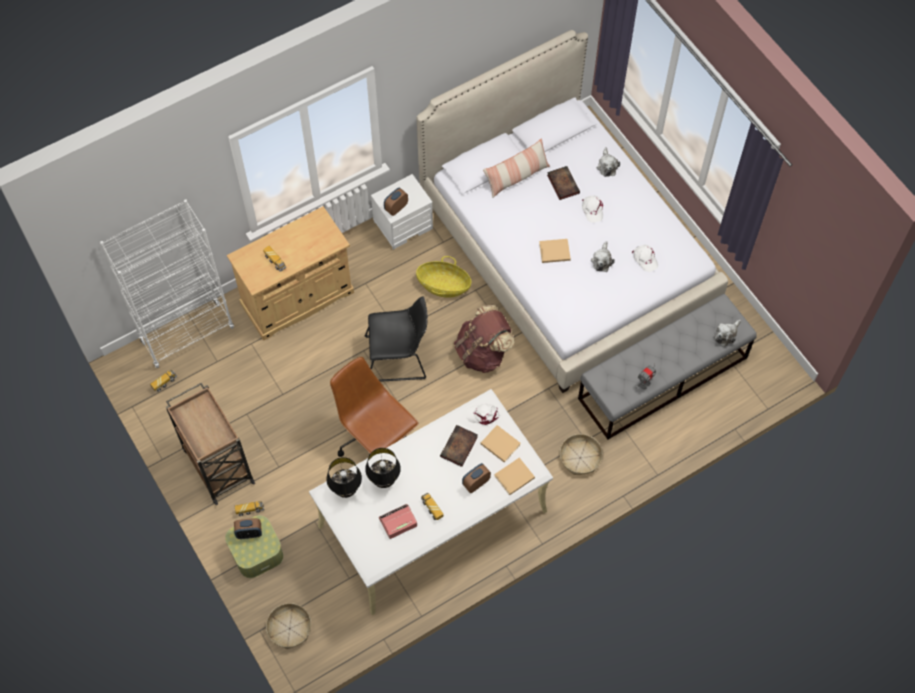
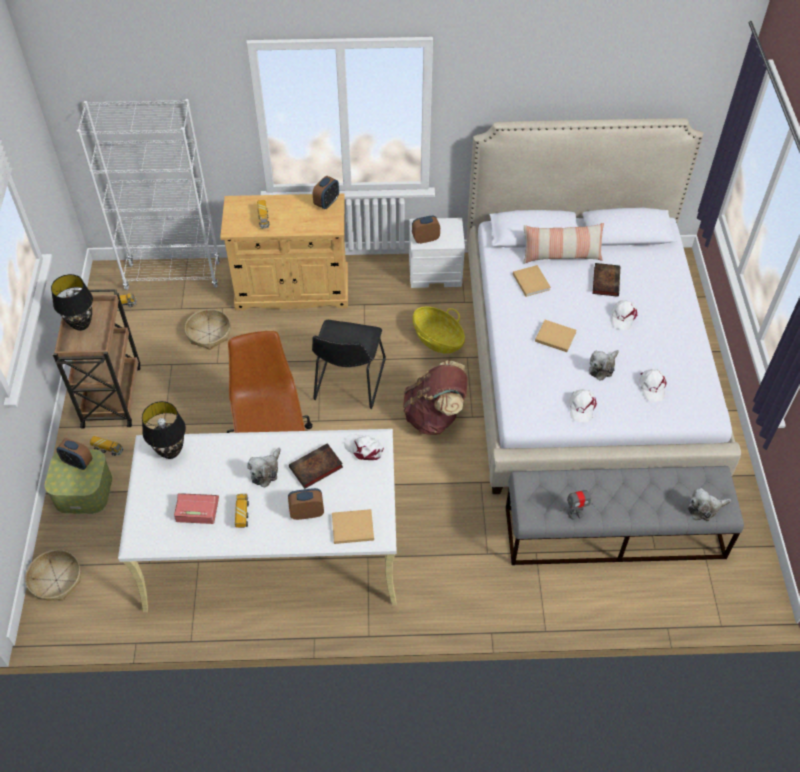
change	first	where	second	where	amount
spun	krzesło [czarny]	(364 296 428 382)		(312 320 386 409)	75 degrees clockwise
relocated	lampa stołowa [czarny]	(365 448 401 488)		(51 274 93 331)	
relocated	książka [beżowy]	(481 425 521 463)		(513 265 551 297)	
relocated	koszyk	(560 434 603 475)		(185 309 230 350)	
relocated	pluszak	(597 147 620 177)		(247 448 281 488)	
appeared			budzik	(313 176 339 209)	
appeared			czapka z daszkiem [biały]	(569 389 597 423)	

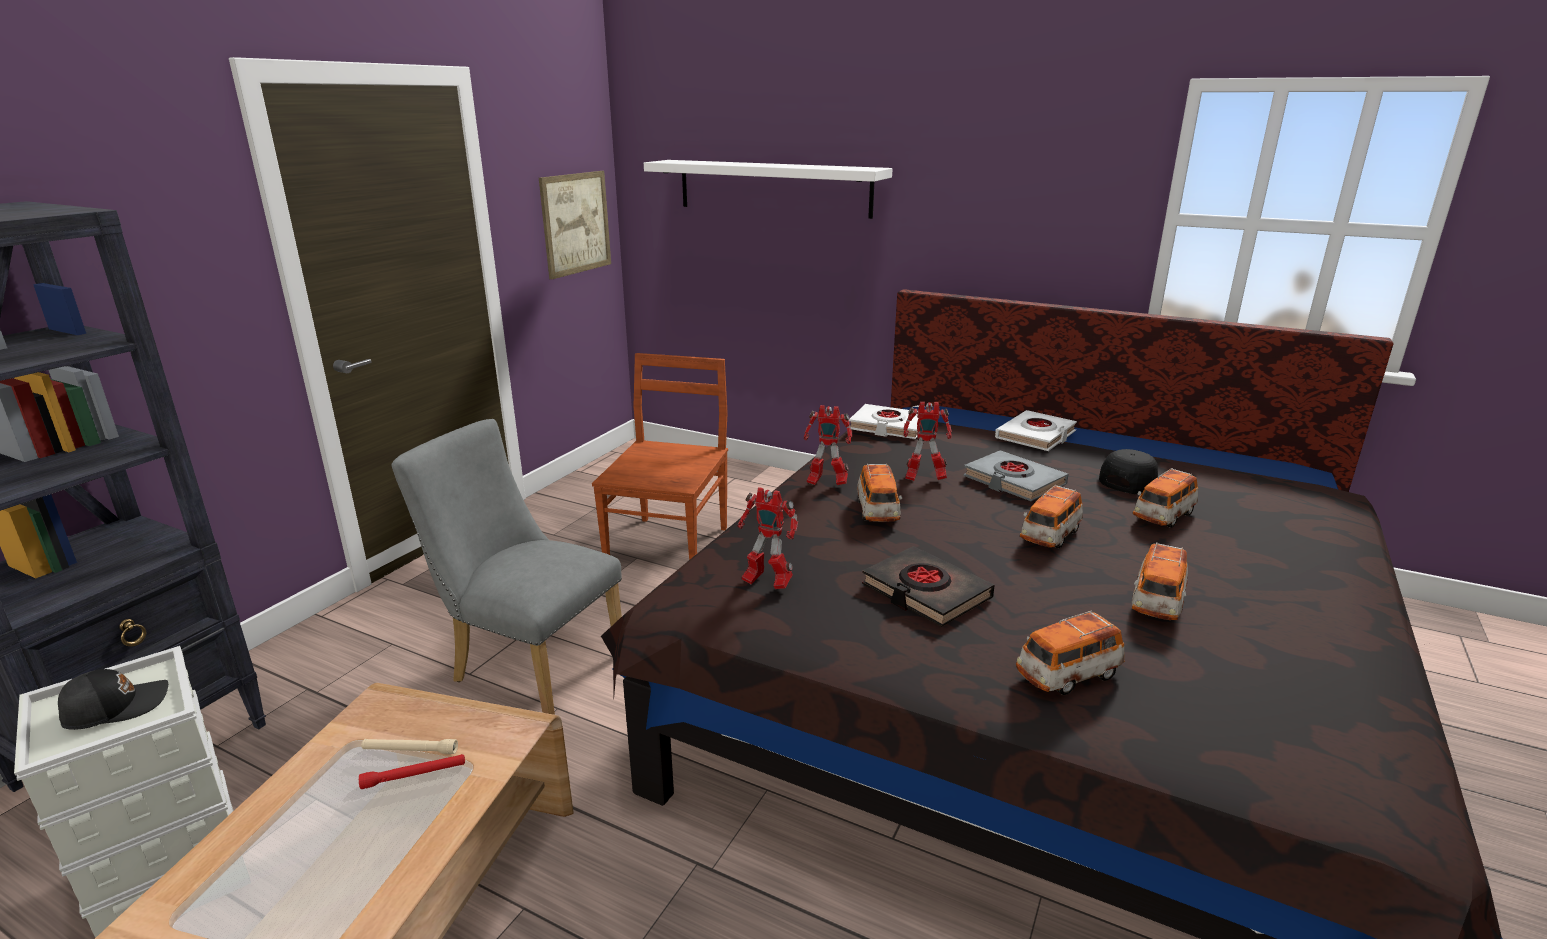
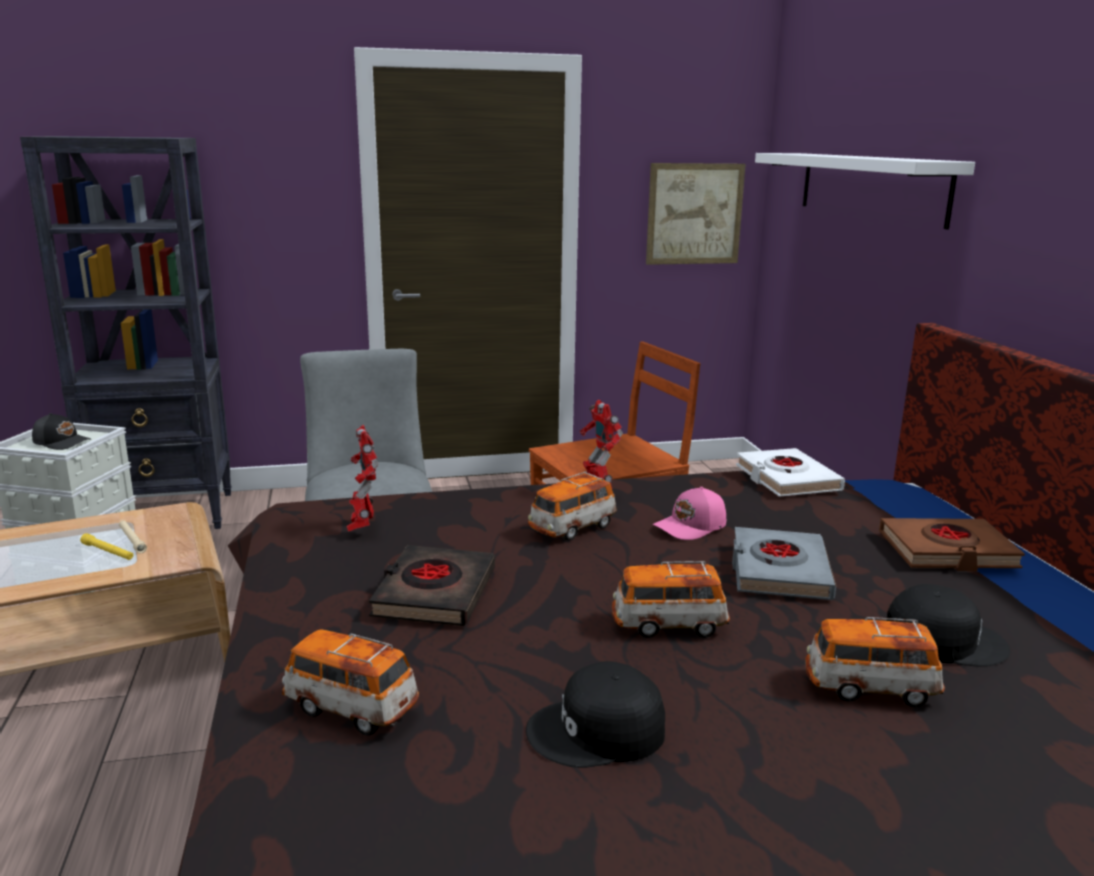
change	first	where	second	where	amount
colour	latarka [czerwony]	(359 754 465 789)	latarka [żółty]	(80 533 133 560)	
exchanged	robot zabawkowy	(903 402 952 481)	czapka z daszkiem [różowy]	(653 487 726 540)	
colour	książka [biały]	(995 410 1077 451)	książka [brązowy]	(879 518 1025 571)	
exchanged	samochodzik	(1132 543 1188 620)	czapka z daszkiem [czarny]	(526 661 665 768)	

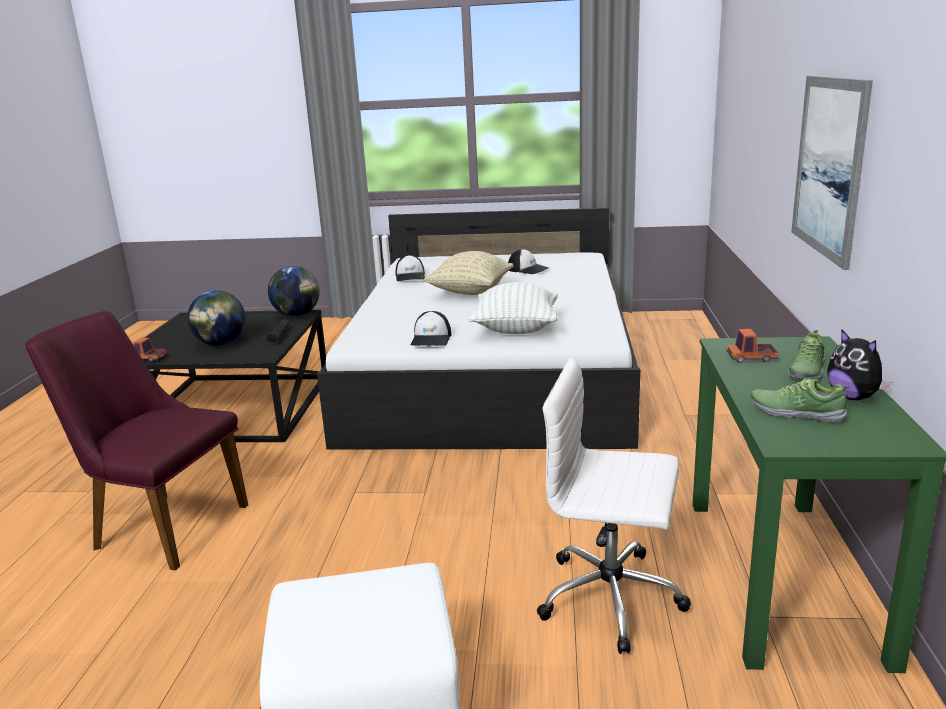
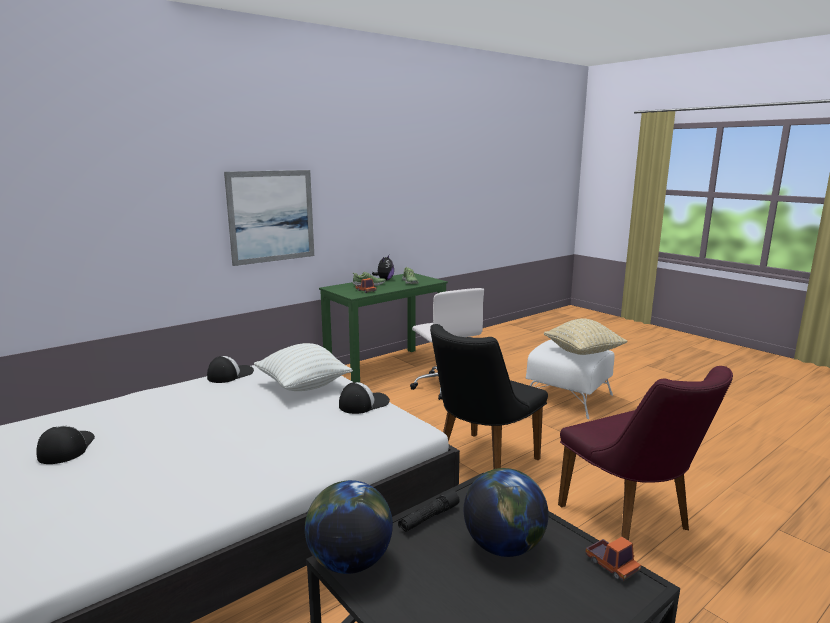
change	first	where	second	where	amount
relocated	czapka z daszkiem	(395 255 425 281)		(207 356 254 383)	
relocated	poduszka [beżowy]	(424 251 513 295)		(544 318 628 355)	
appeared			krzesło [czarny]	(430 324 548 469)	

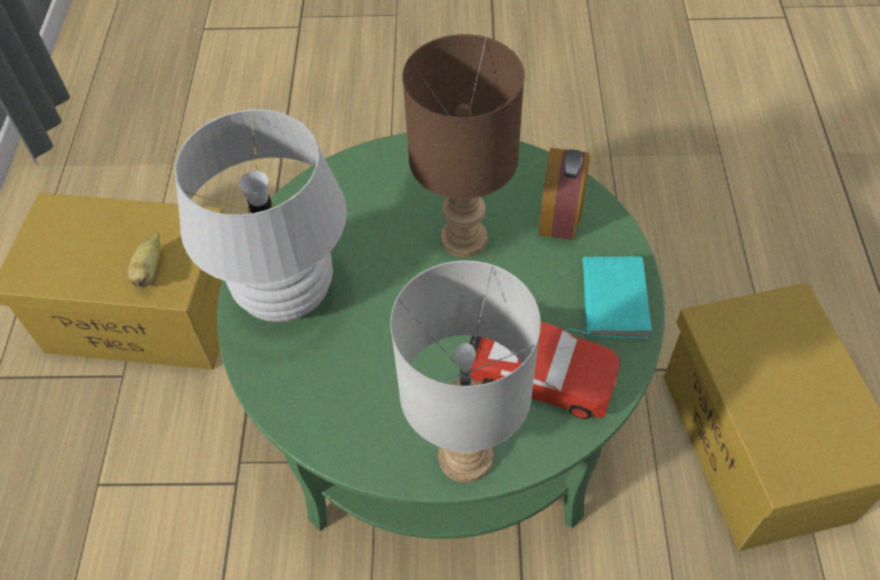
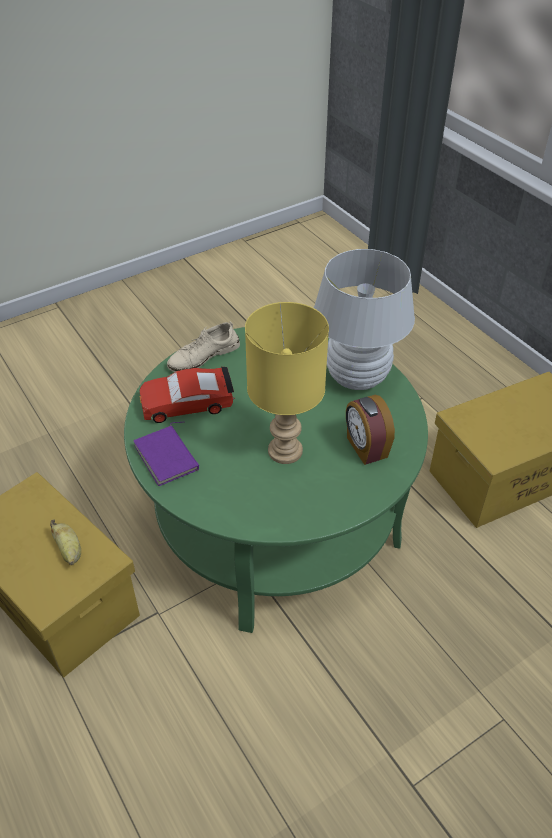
change	first	where	second	where	amount
relocated	banan	(128 233 161 288)		(50 520 81 565)	
exchanged	lampa stołowa [szary]	(390 260 541 483)	but [beżowy]	(167 321 240 372)	
colour	lampa stołowa [brązowy]	(402 34 524 257)	lampa stołowa [żółty]	(245 302 329 464)	
relocated	budzik	(539 148 590 240)		(346 395 395 465)	
colour	książka [turkusowy]	(566 256 652 339)	książka [fioletowy]	(133 422 199 486)	

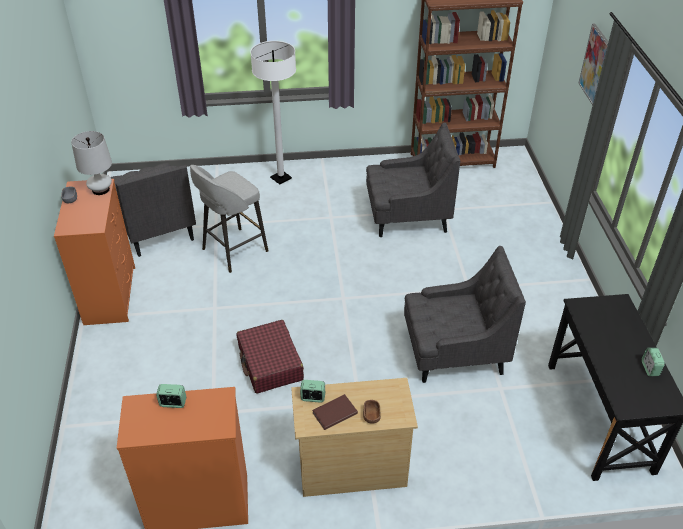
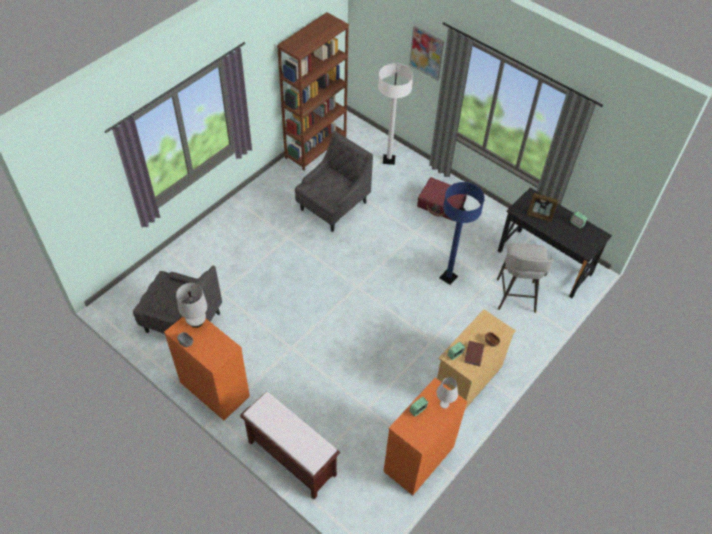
change	first	where	second	where	amount
relocated	stołek [szary]	(190 165 269 273)		(497 243 553 313)	
relocated	walizka [czerwony]	(237 320 304 394)		(417 177 467 221)	
relocated	lampa stojąca [biały]	(250 41 296 184)		(378 63 413 165)	
exchanged	fotel [szary]	(404 246 526 383)	lampa stojąca [niebieski]	(439 182 485 285)	
appeared			ławka [brązowy]	(240 391 340 499)	
appeared			lampa stołowa [biały]	(436 377 458 409)	
appeared			ramka na zdjęcie	(527 193 559 222)	

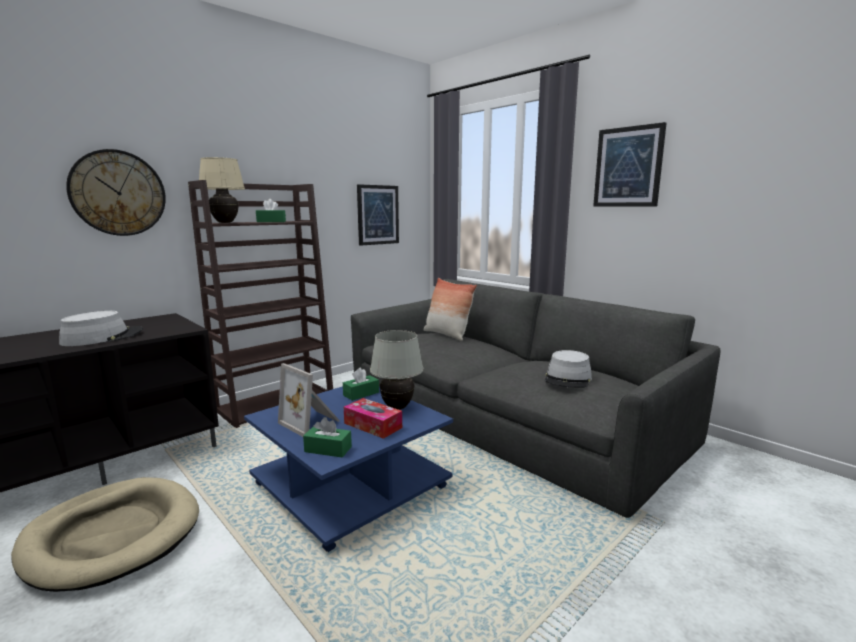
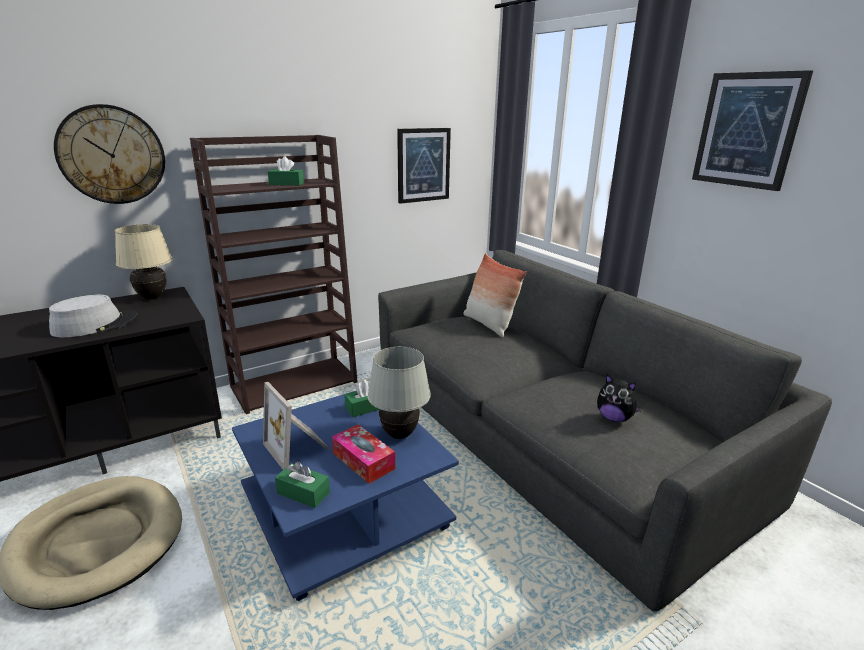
change	first	where	second	where	amount
relocated	lampa stołowa [beżowy]	(199 157 245 223)		(115 224 172 299)	
exchanged	kapelusz [szary]	(545 350 592 388)	pluszak	(597 375 642 422)	

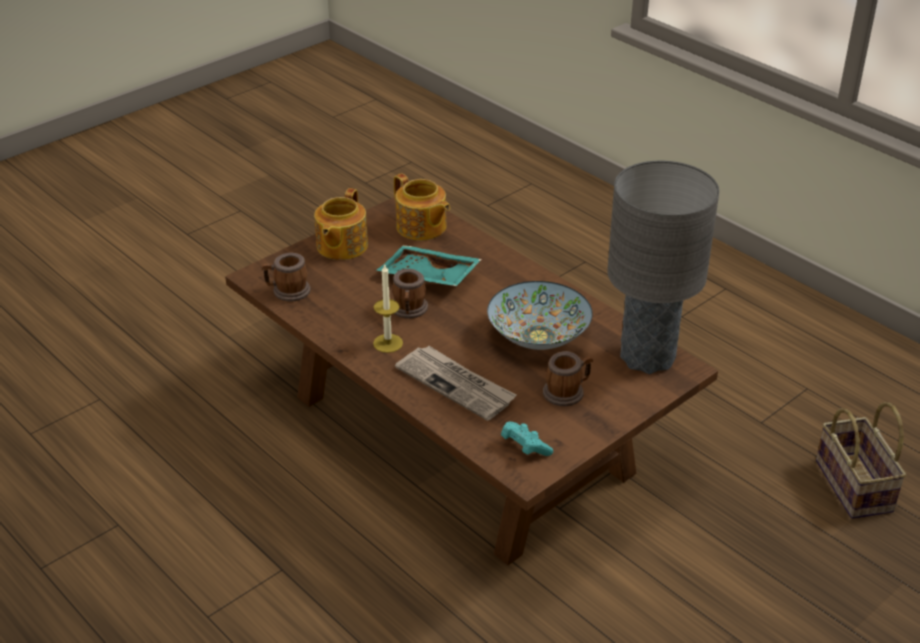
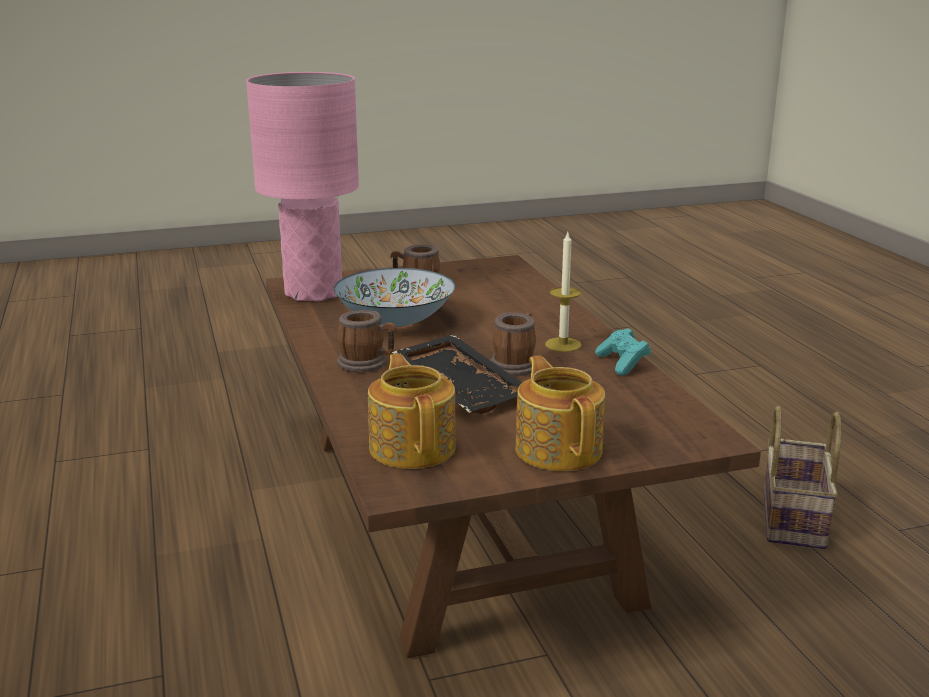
change	first	where	second	where	amount
relocated	kubek	(261 253 311 301)		(337 310 396 373)	
spun	imbryk	(314 188 368 260)		(515 355 605 471)	60 degrees counterclockwise
colour	taca [turkusowy]	(377 245 482 286)	taca [czarny]	(392 334 522 414)	
missing	gazeta	(395 346 517 421)			
relocated	pad do gier [turkusowy]	(501 422 553 456)		(595 328 651 376)	
colour	lampa stołowa [szary]	(607 161 719 374)	lampa stołowa [różowy]	(246 72 359 302)	
relocated	koszyk	(816 402 906 519)		(764 406 841 549)	

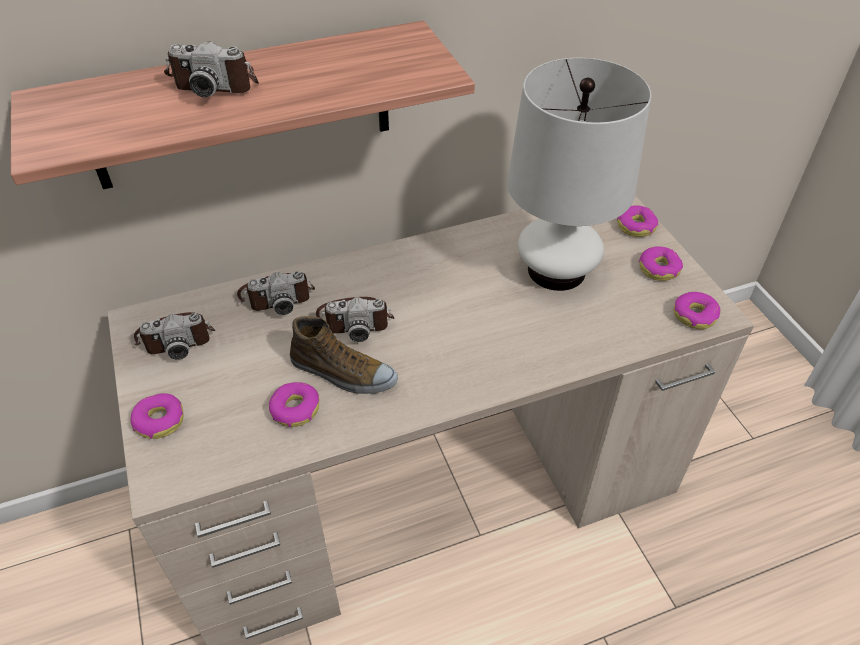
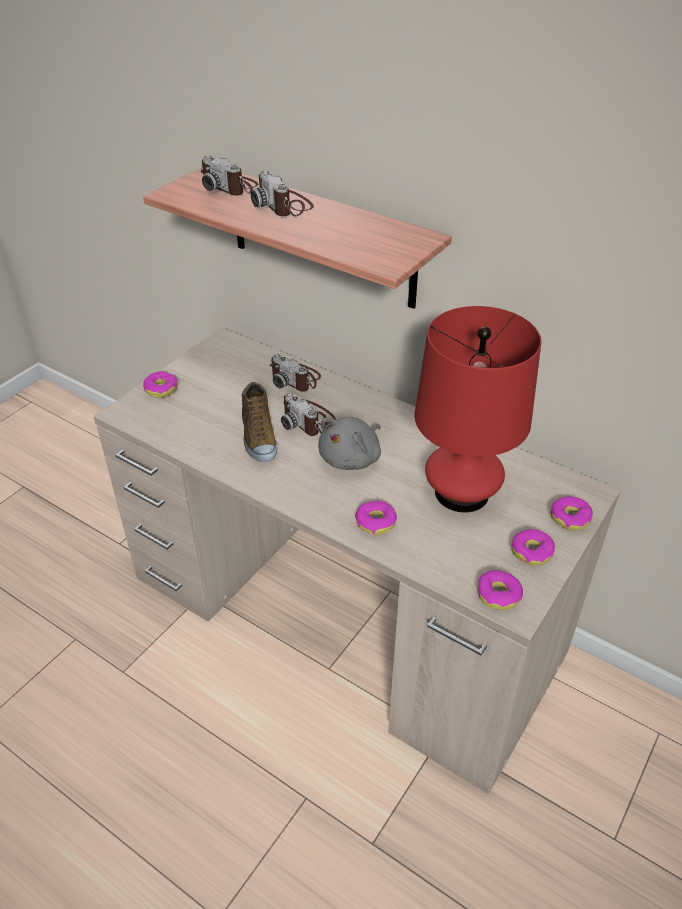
change	first	where	second	where	amount
relocated	aparat fotograficzny	(134 312 215 359)		(201 155 258 196)	
relocated	donut	(269 382 319 427)		(355 501 397 535)	
colour	lampa stołowa [biały]	(507 58 652 291)	lampa stołowa [czerwony]	(415 306 541 513)	
appeared			pluszak [szary]	(318 417 381 470)	

